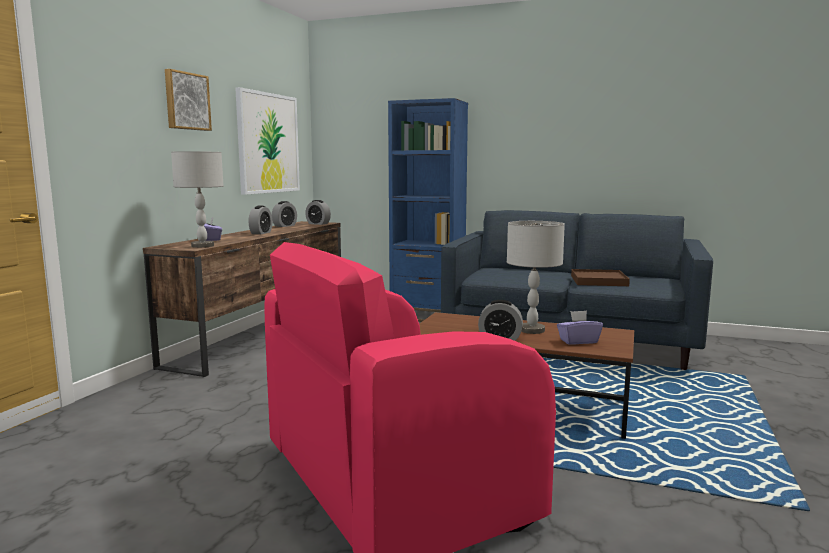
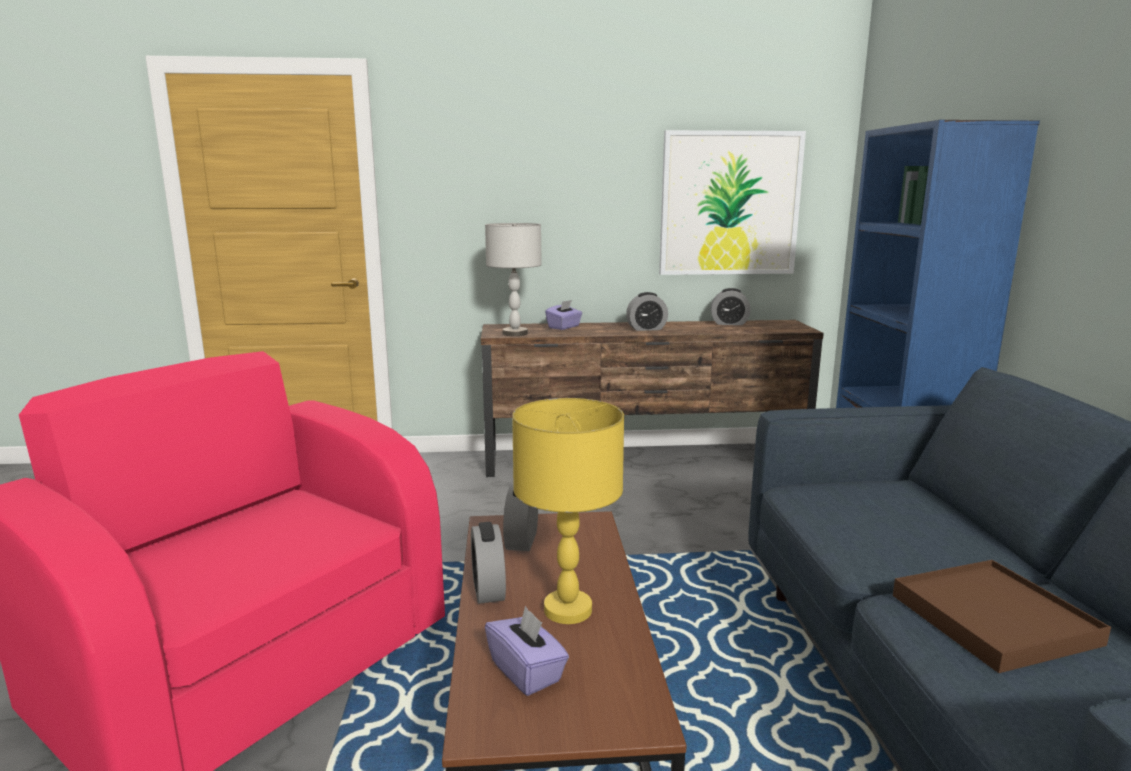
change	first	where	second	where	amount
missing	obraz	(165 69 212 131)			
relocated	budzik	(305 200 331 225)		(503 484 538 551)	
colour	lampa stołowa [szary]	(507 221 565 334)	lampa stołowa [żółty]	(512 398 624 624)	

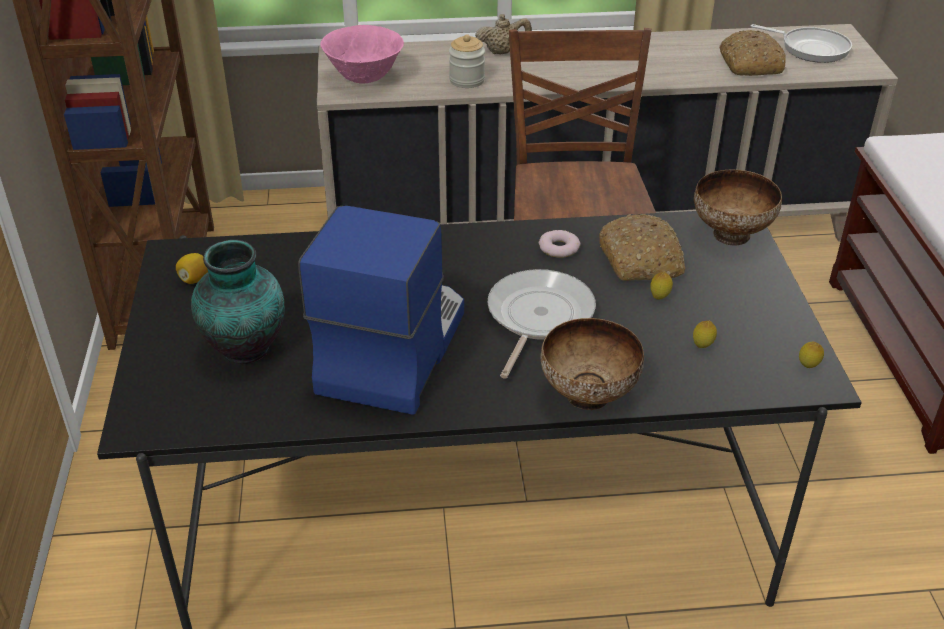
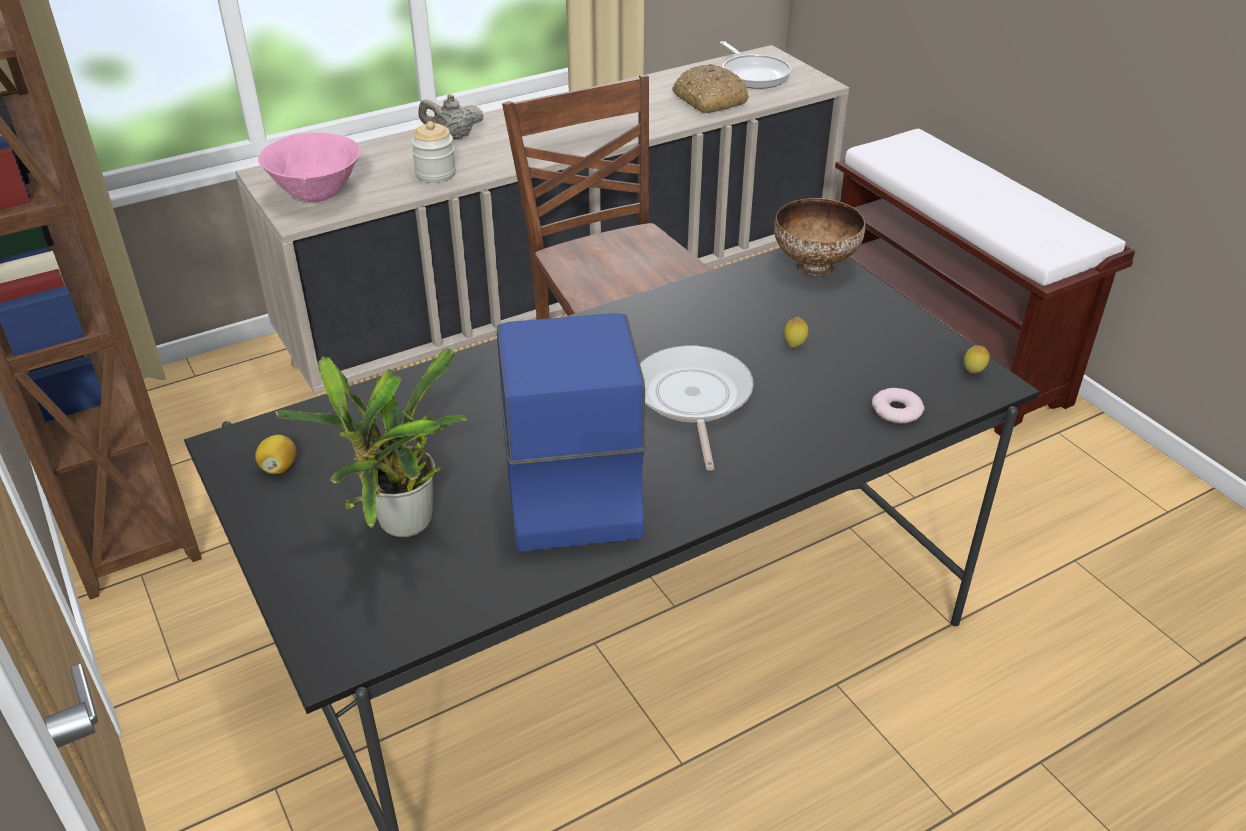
change	first	where	second	where	amount
exchanged	wazon	(191 240 285 364)	roślina doniczkowa	(275 348 467 538)	
spun	imbryk [beżowy]	(475 14 532 54)		(419 94 483 140)	150 degrees counterclockwise
relocated	donut	(539 230 581 258)		(872 388 925 423)	
missing	miska	(540 318 644 410)			
missing	chleb	(599 214 685 281)			
missing	cytryna	(693 321 717 348)			
spun	patelnia	(751 24 852 63)		(720 41 791 89)	60 degrees clockwise

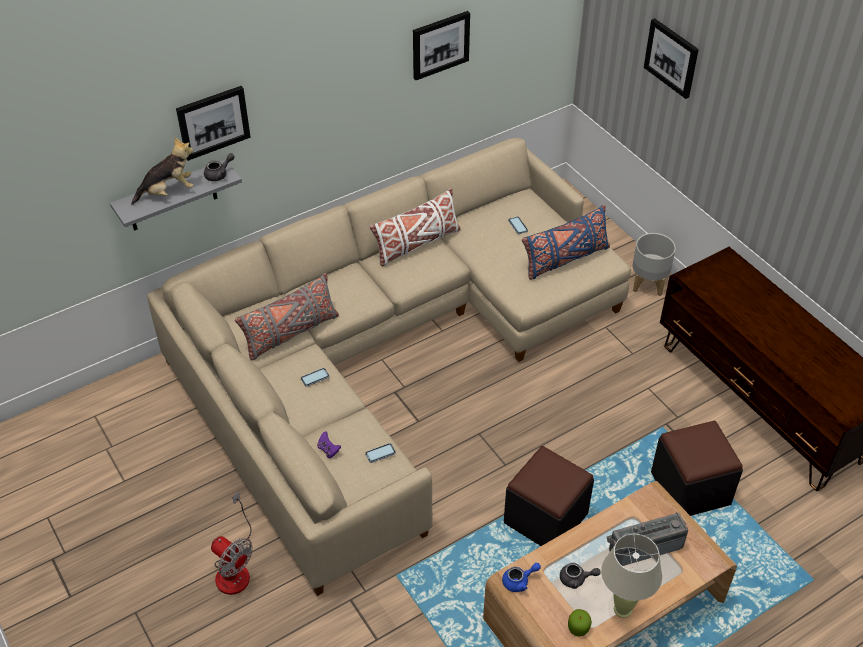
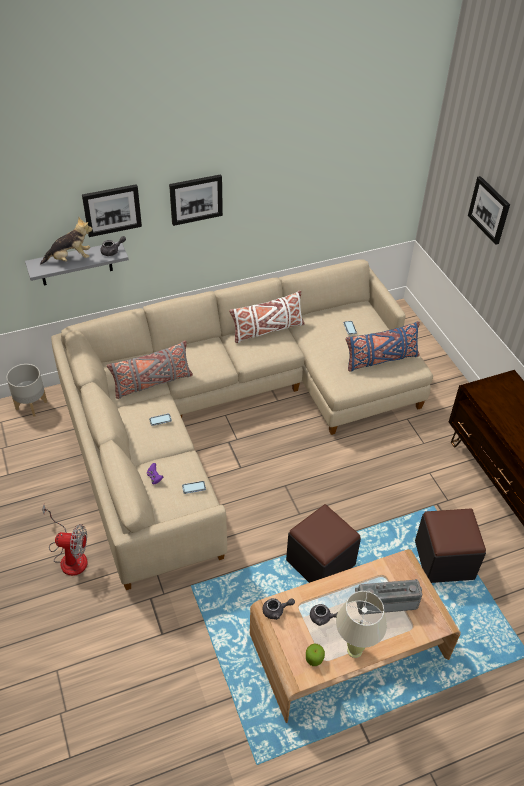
change	first	where	second	where	amount
spun	wentylator	(211 491 253 595)		(42 504 88 576)	45 degrees counterclockwise
relocated	obraz	(413 11 470 80)		(169 174 223 226)	
colour	imbryk [niebieski]	(502 563 541 592)	imbryk [szary]	(262 598 295 620)	
relocated	donica [szary]	(633 233 676 296)		(6 364 47 417)	

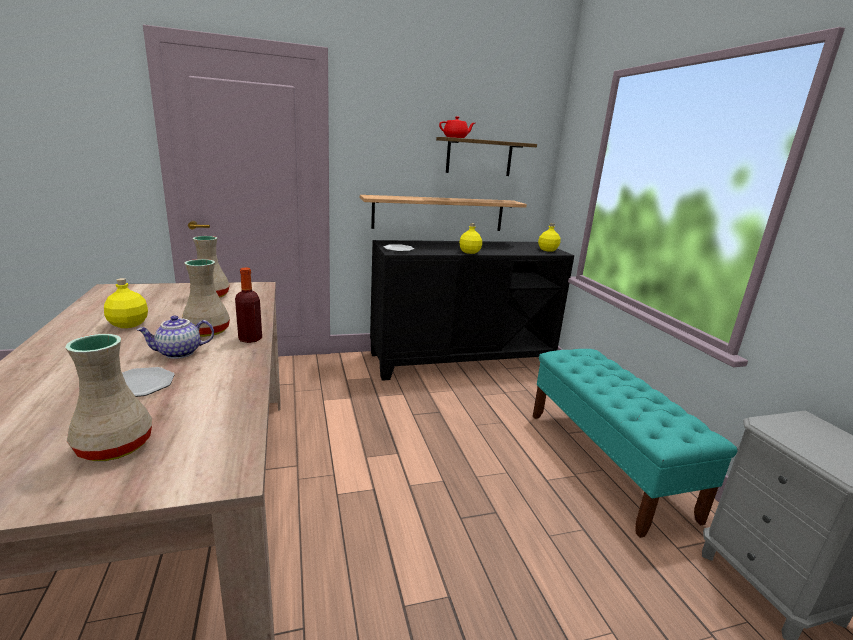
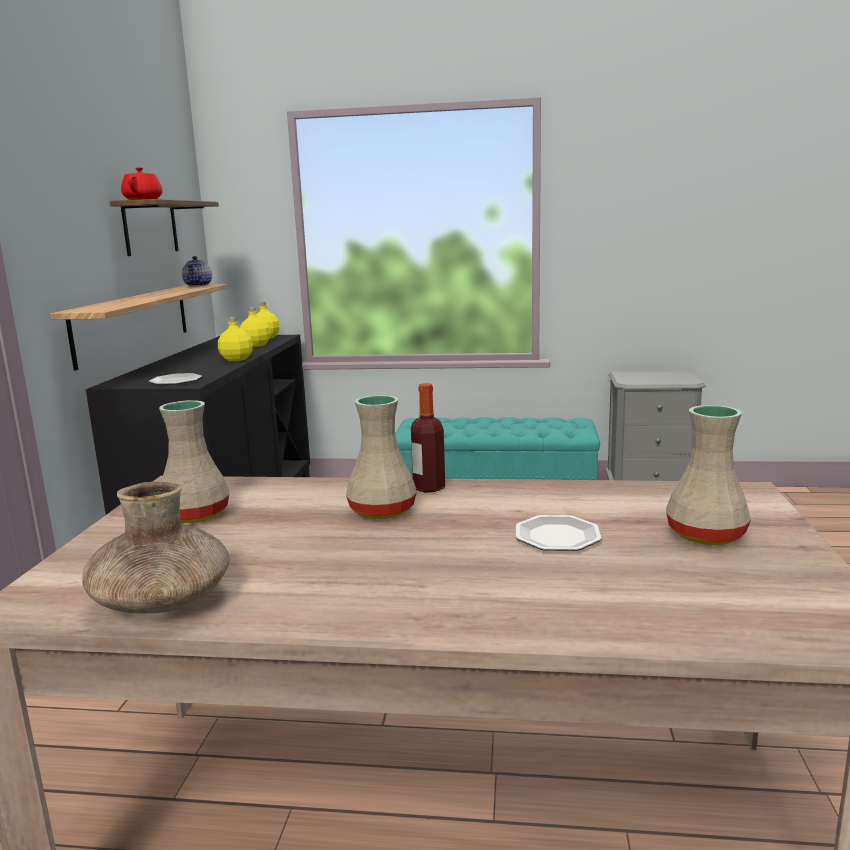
change	first	where	second	where	amount
relocated	butelka [żółty]	(104 278 148 328)		(239 307 270 347)	
relocated	imbryk	(136 316 214 359)		(182 256 212 287)	
appeared			wazon [brązowy]	(82 482 230 614)	

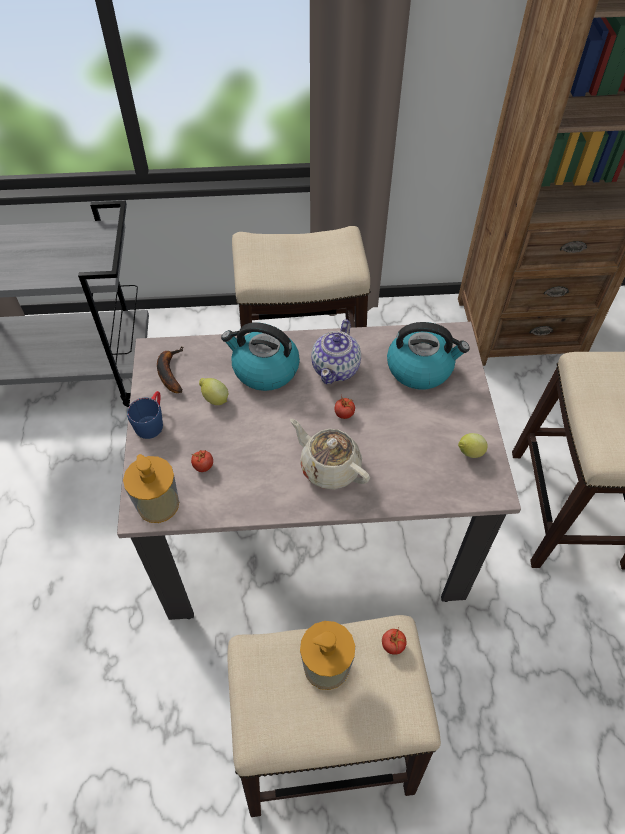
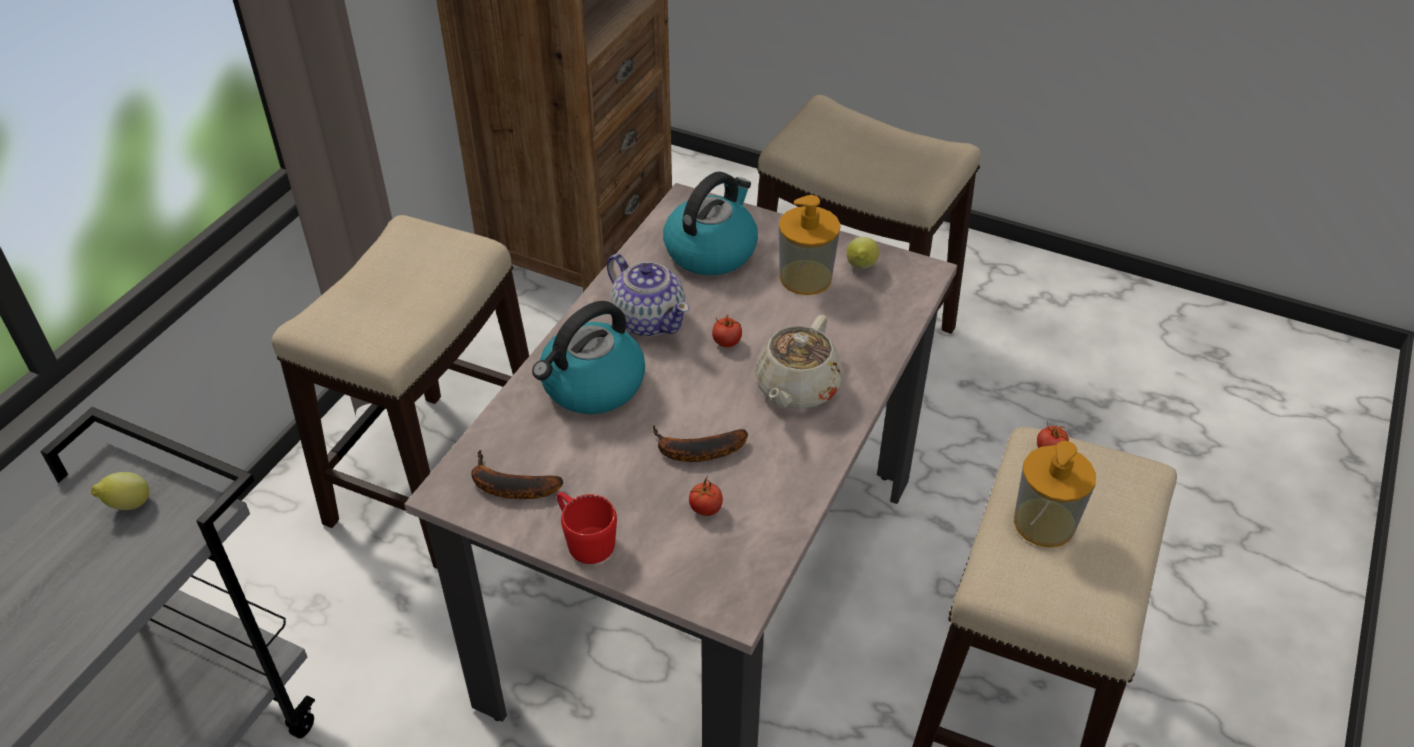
change	first	where	second	where	amount
relocated	dozownik mydła	(123 454 179 523)		(779 195 841 295)	
colour	kubek [niebieski]	(127 391 163 439)	kubek [czerwony]	(557 492 617 564)	
relocated	cytryna	(199 378 228 405)		(91 472 149 510)	
spun	imbryk [beżowy]	(290 419 370 490)		(755 315 843 409)	45 degrees counterclockwise
appeared			banan	(653 425 748 462)	

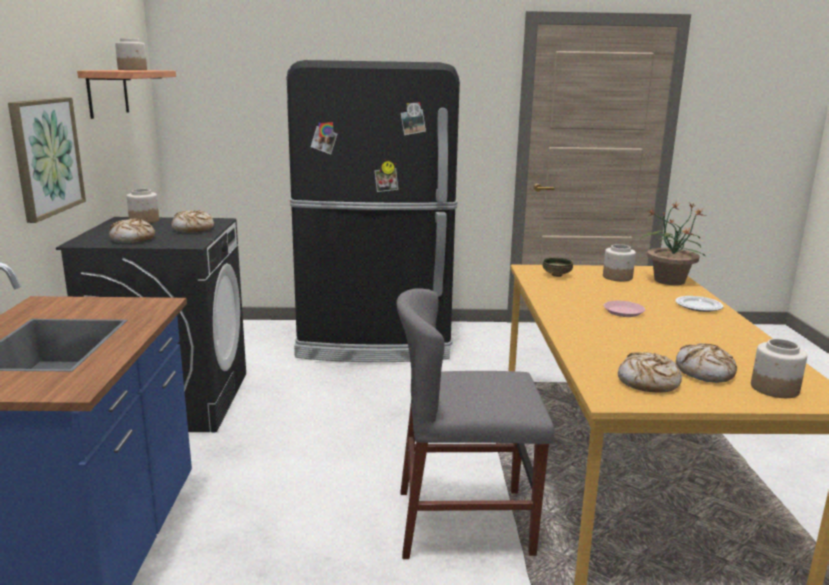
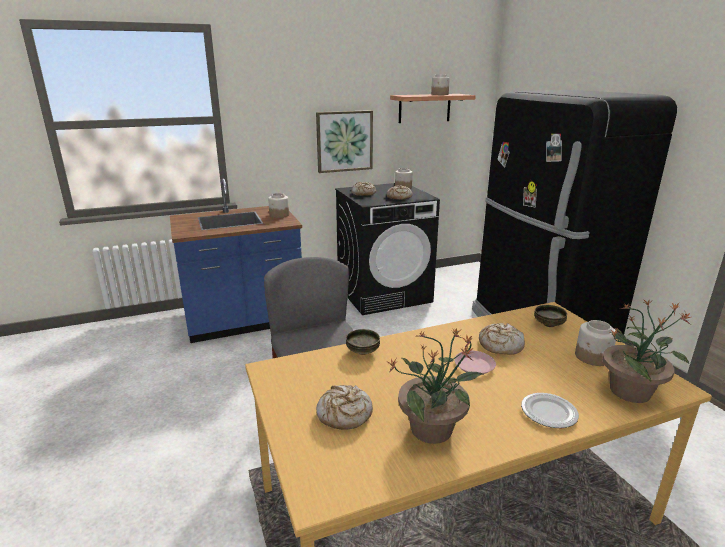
change	first	where	second	where	amount
relocated	chleb	(618 352 682 393)		(479 323 525 355)	
relocated	słoik	(751 339 807 398)		(268 193 289 218)	
appeared			miska	(346 329 380 355)	
appeared			roślina doniczkowa	(388 327 484 444)	

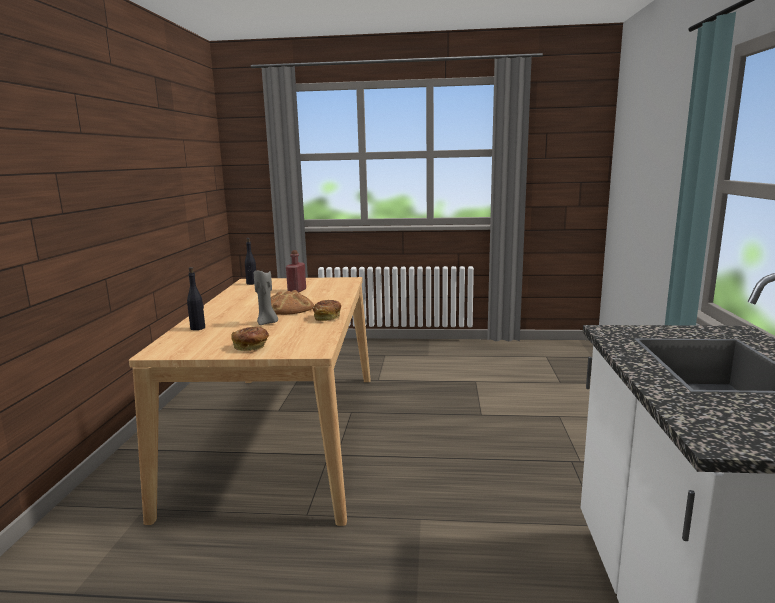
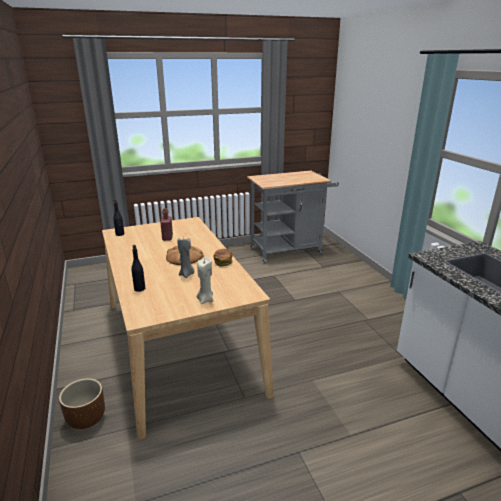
change	first	where	second	where	amount
exchanged	chleb	(231 327 269 351)	świeca [beżowy]	(196 257 214 304)	
appeared			donica [brązowy]	(59 378 105 429)	
appeared			wózek [szary]	(247 171 339 264)	

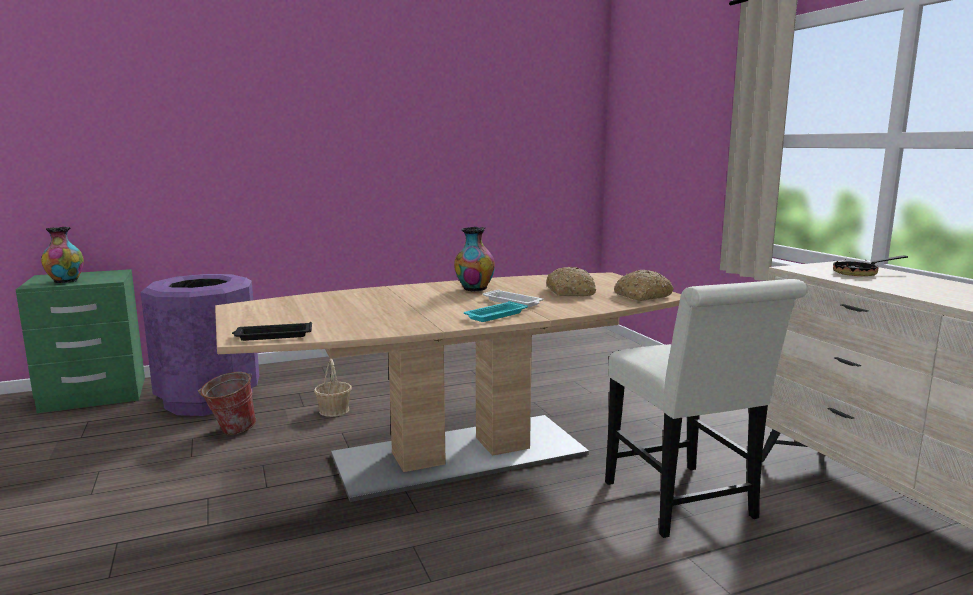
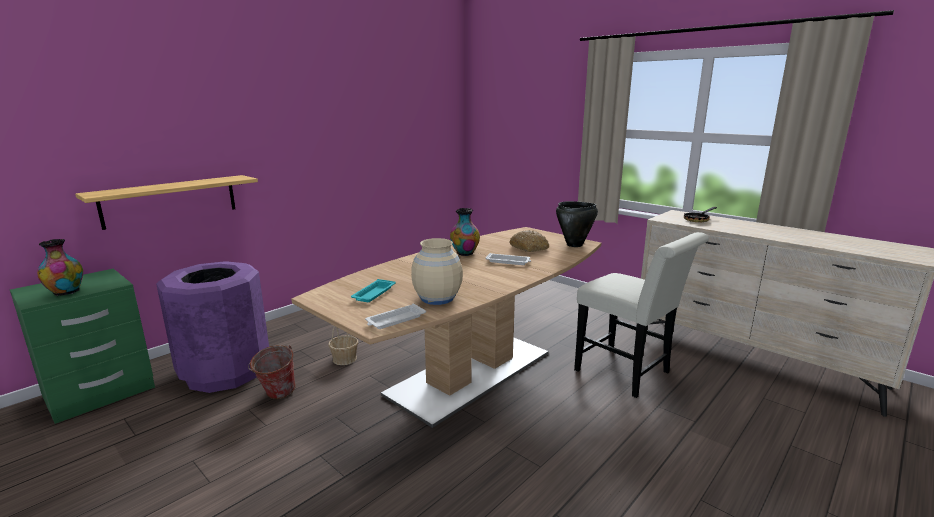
change	first	where	second	where	amount
colour	taca [czarny]	(232 322 312 341)	taca [biały]	(365 304 426 329)	
relocated	taca [turkusowy]	(464 301 528 322)		(351 279 396 302)	
exchanged	chleb	(614 270 674 301)	garnek [czarny]	(556 201 598 247)	
appeared			półka	(75 175 258 230)	
appeared			wazon [beżowy]	(411 238 463 305)	

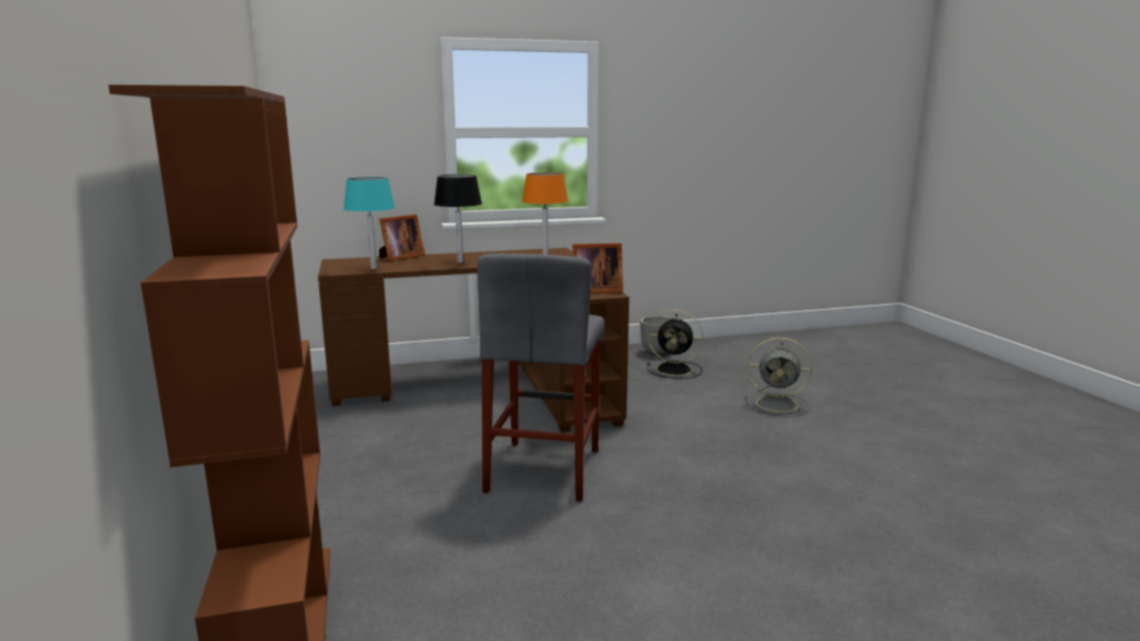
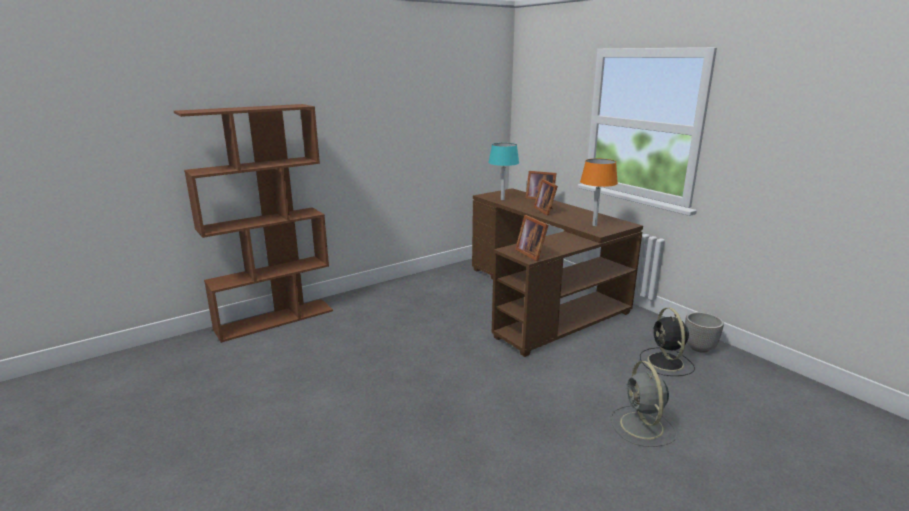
change	first	where	second	where	amount
exchanged	lampa stołowa [czarny]	(434 174 482 263)	ramka na zdjęcie	(534 179 558 216)	
missing	stołek [szary]	(477 253 605 502)			

